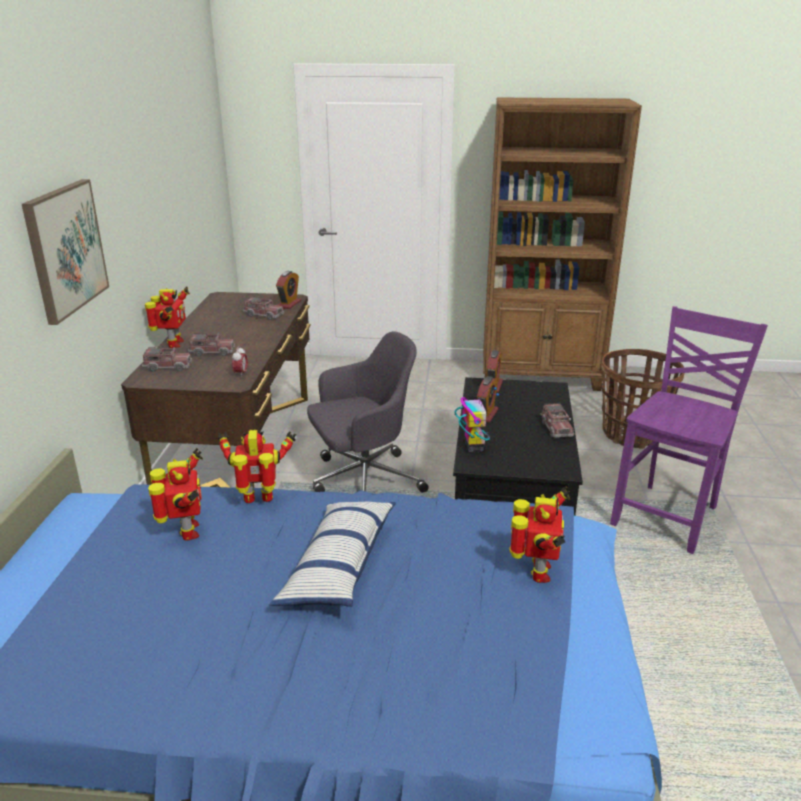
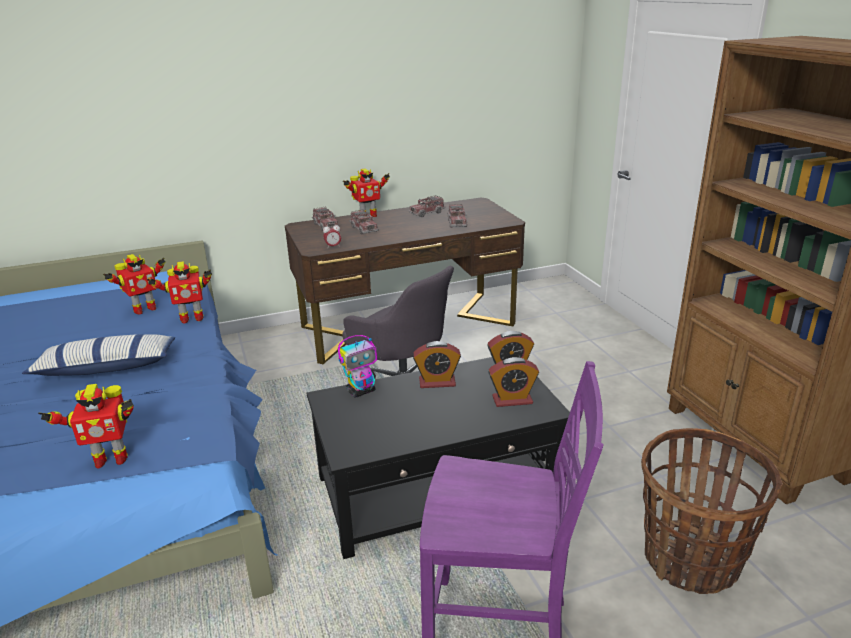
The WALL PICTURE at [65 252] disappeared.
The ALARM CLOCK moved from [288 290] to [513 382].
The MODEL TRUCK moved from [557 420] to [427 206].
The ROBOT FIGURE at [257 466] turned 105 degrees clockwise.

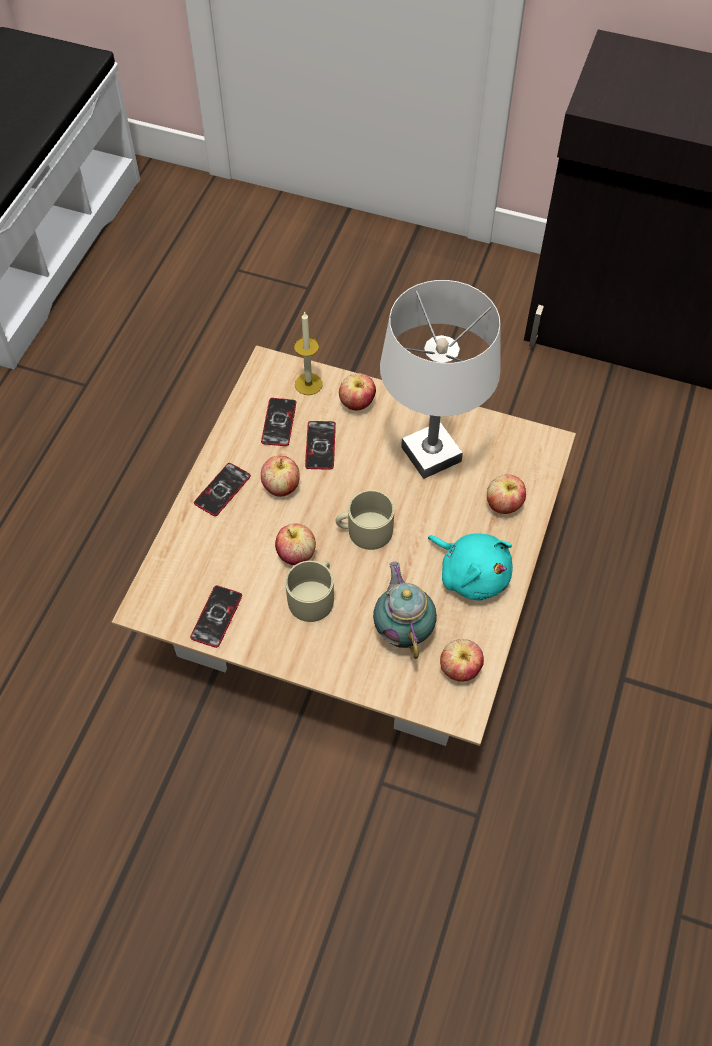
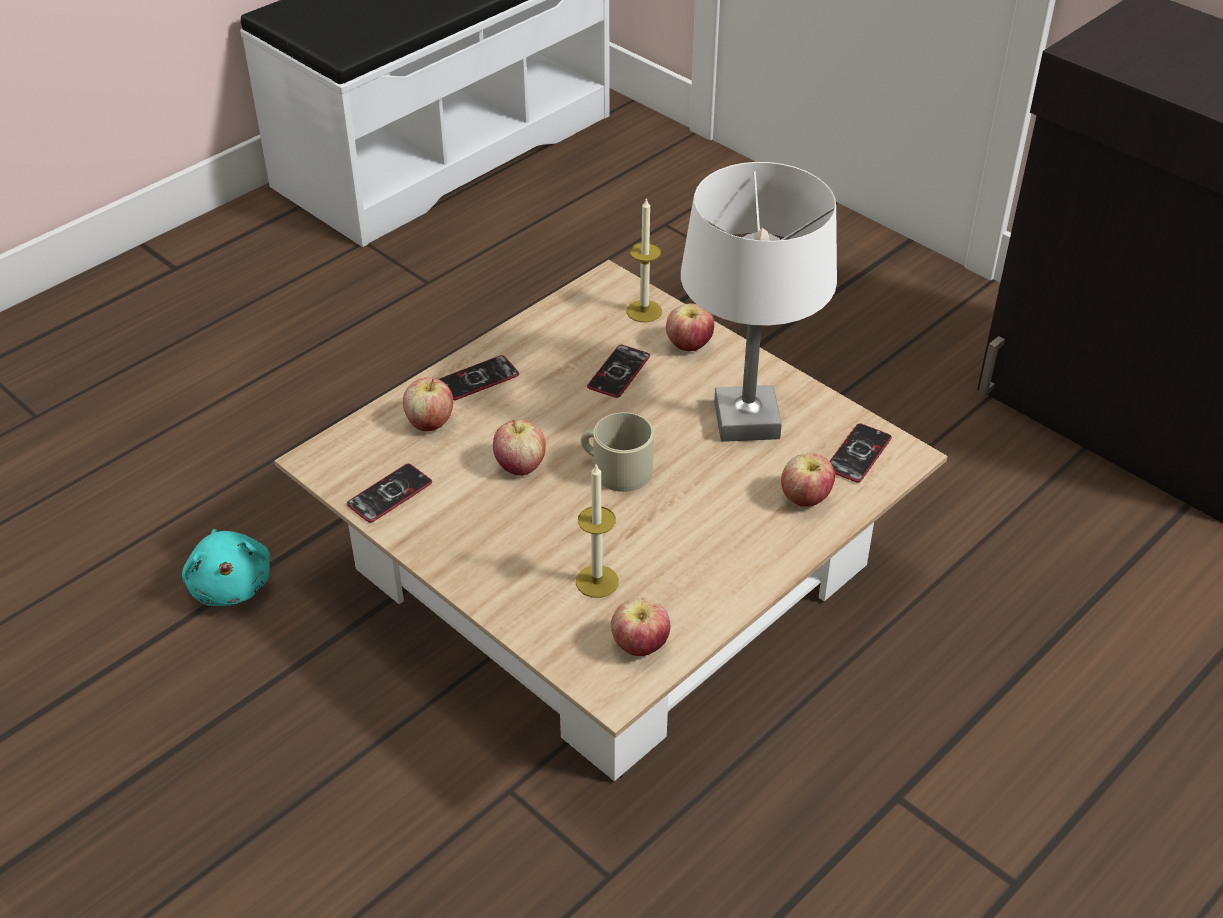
The TELEPHONE moved from [278 422] to [861 453].
The APPLE FRUIT moved from [280 476] to [428 404].
The TURQUOISE PLUSH TOY moved from [470 567] to [226 567].
The BEIGE-COLOURED COFFEE MUG at [309 591] disappeared.
The TEAPOT at [405 610] was replaced by the WAX CANDLE at [597 530].

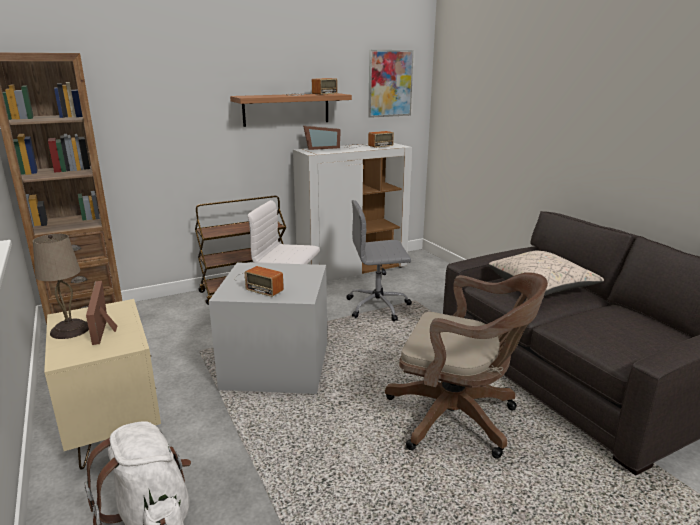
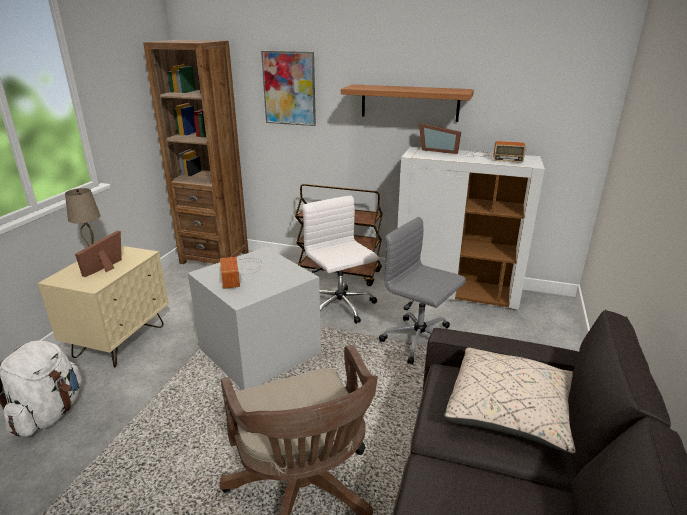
The WALL PICTURE moved from [391 84] to [288 88].
The RADIO RECEIVER at [311 87] disappeared.

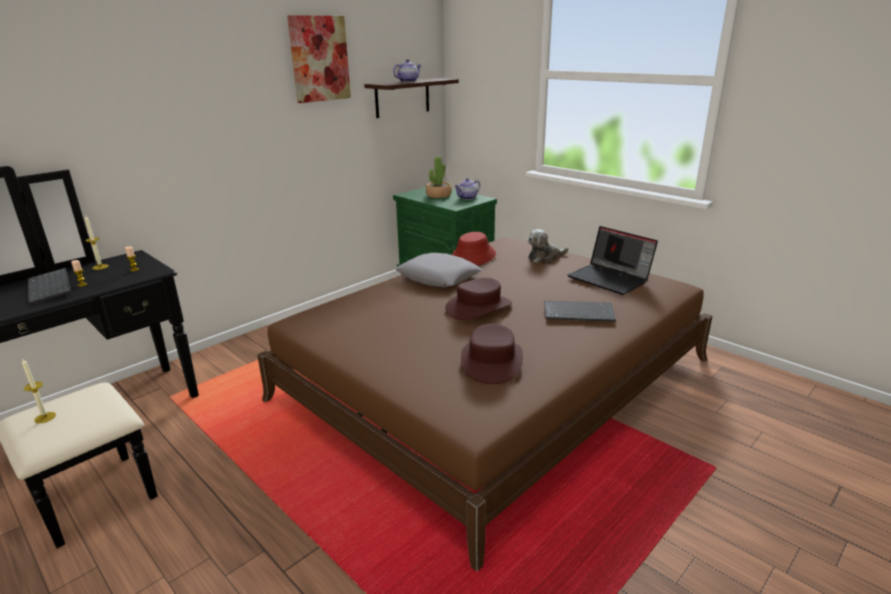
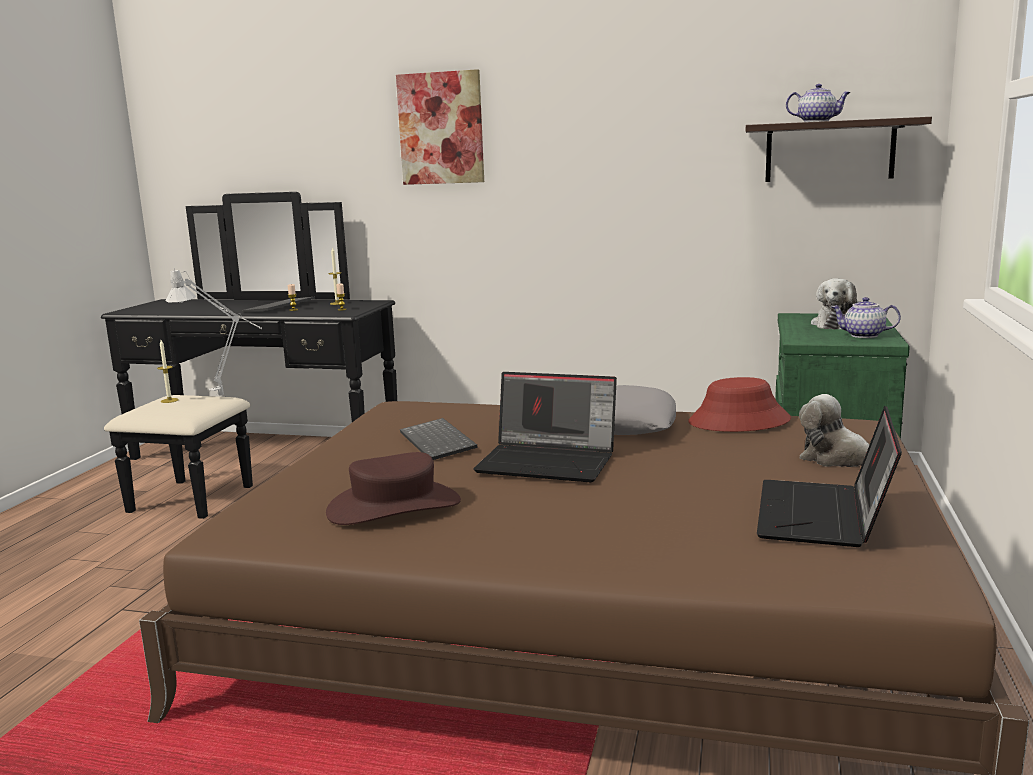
The WALL PICTURE moved from [319 59] to [440 127].
The PLANT IN A POT at [439 177] was replaced by the PLUSH TOY at [835 304].
The BROWN-COLOURED HAT at [478 298] was replaced by the NOTEBOOK COMPUTER at [545 427].
The KEYBOARD moved from [580 311] to [439 439].
The GREY LAMP FOR A TABLE at [213 331] appeared.

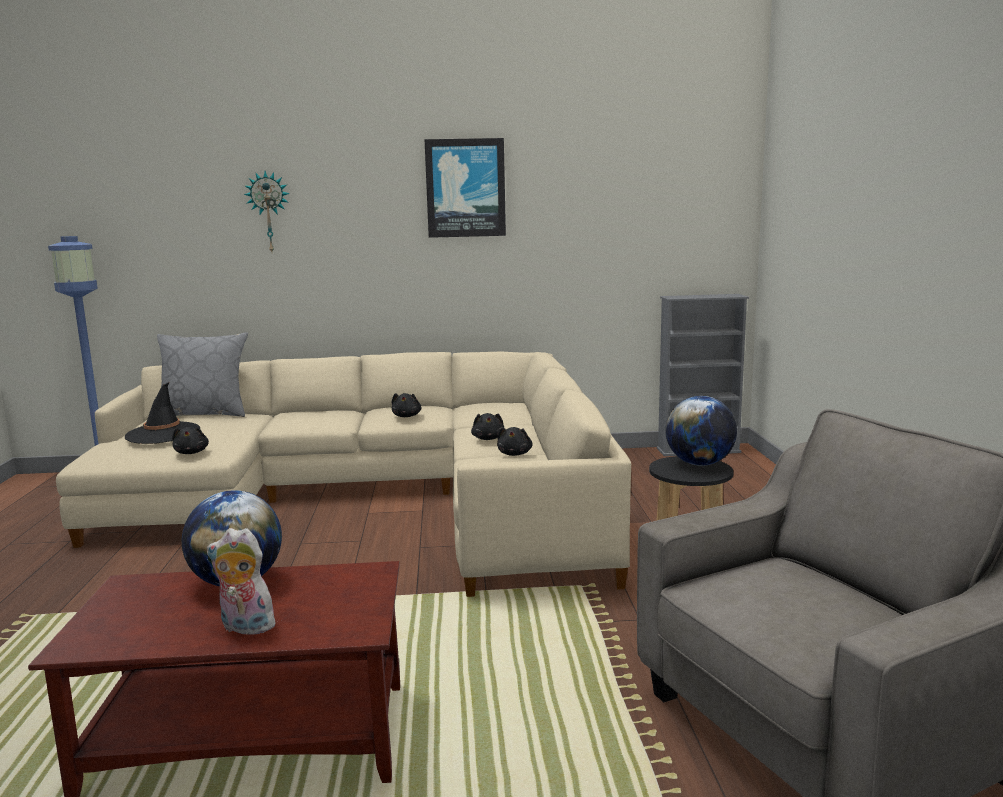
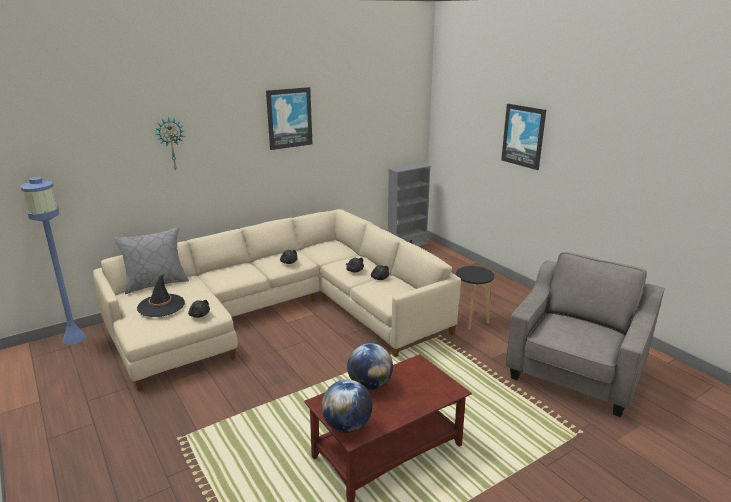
The DESK GLOBE moved from [701 431] to [346 406].
The PLUSH TOY at [244 581] disappeared.
The WALL PICTURE at [523 137] appeared.

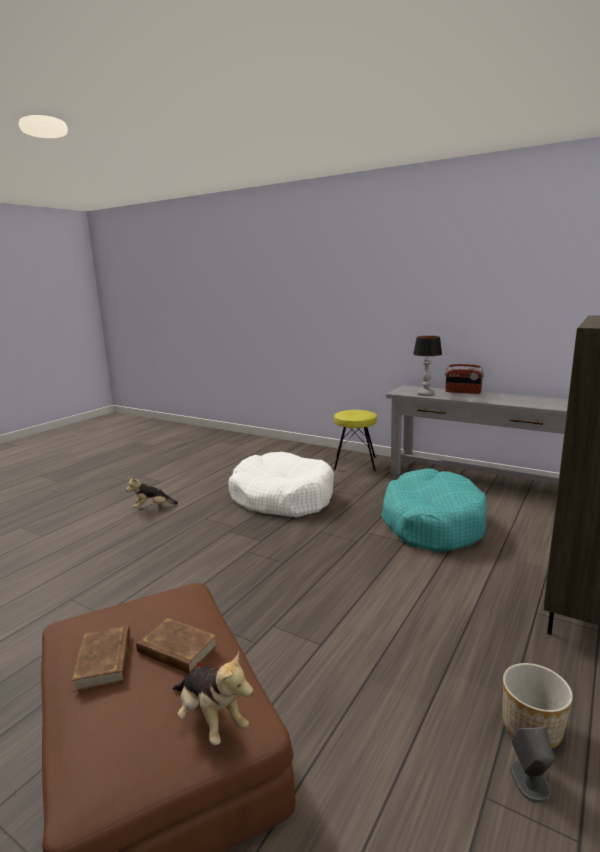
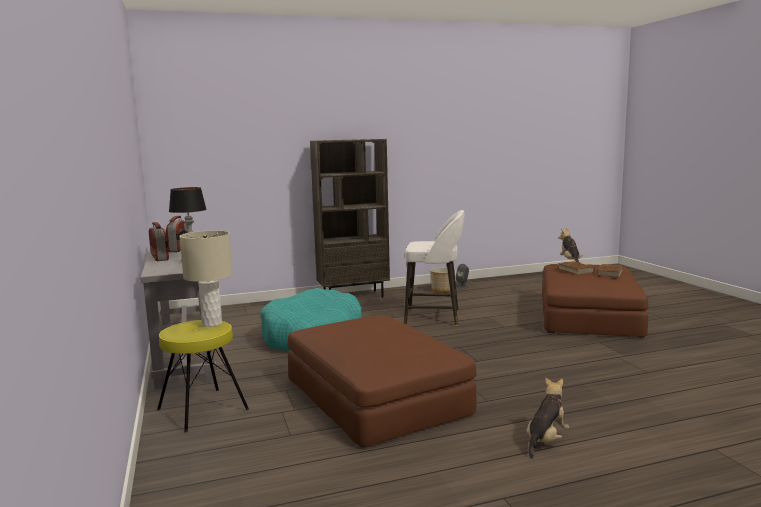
The WHITISH DOG CUSHION at [281 485] was replaced by the BROWN-COLOURED POUFFE at [382 381].
The PLUSH TOY at [152 492] turned 75 degrees counterclockwise.
The WHITISH STOOL SEAT at [434 267] appeared.
The RADIO RECEIVER at [176 234] appeared.
The BEIGE-COLOURED LAMP FOR A TABLE at [206 279] appeared.

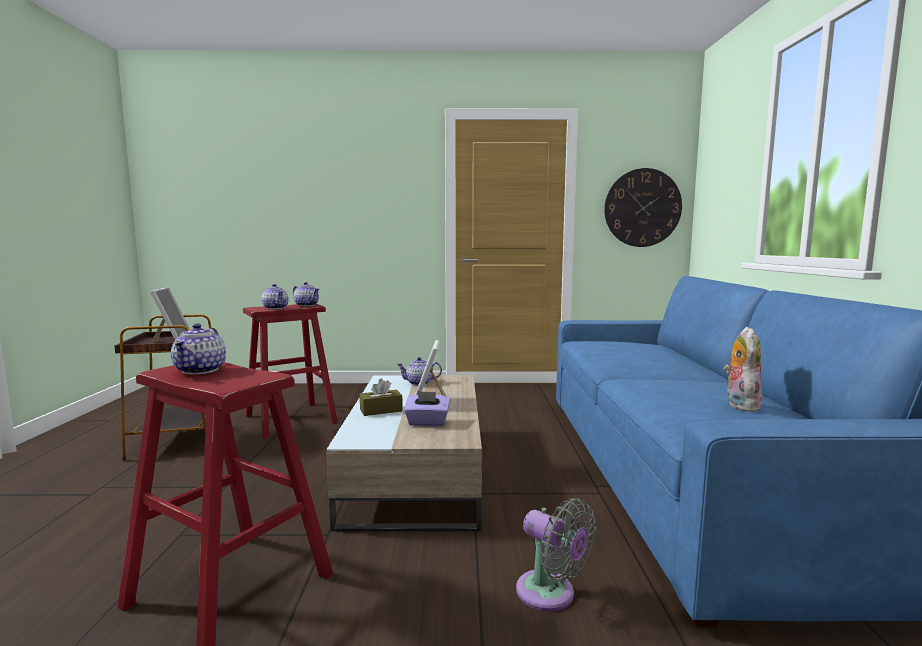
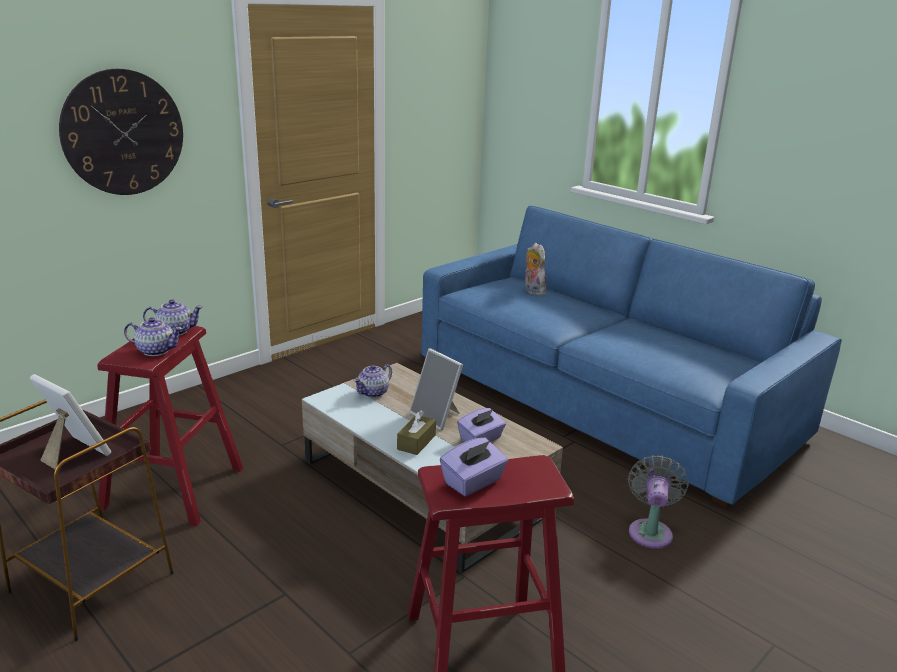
The WALL CLOCK moved from [643 207] to [121 132].
The TEAPOT at [198 348] was replaced by the PURPLISH BOX OF TISSUES at [474 467].
The PLUSH TOY moved from [742 369] to [535 269].
The GREY FAN at [556 555] turned 75 degrees counterclockwise.

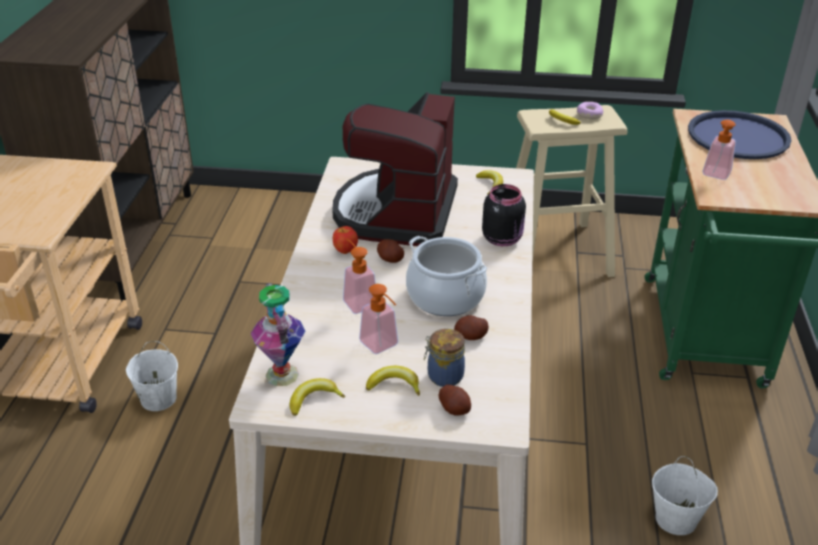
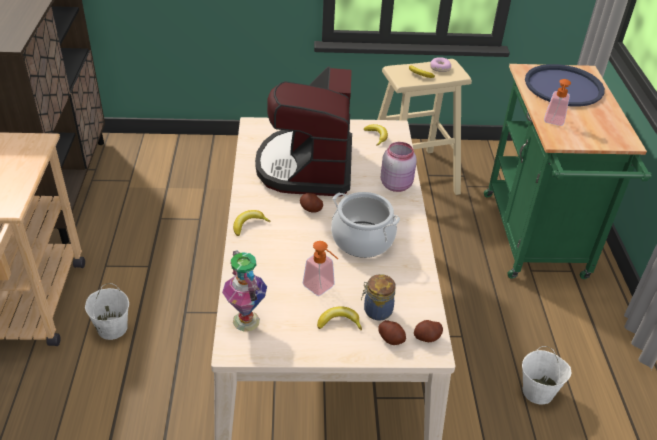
The BLACK JAR at [504 215] became the PINK-COLOURED JAR at [399 167].
The APPLE FRUIT at [345 240] disappeared.
The LIQUID SOAP BOTTLE at [359 276] disappeared.
The WHOLE POTATO moved from [471 327] to [428 331].
The BANANA moved from [317 397] to [251 223].

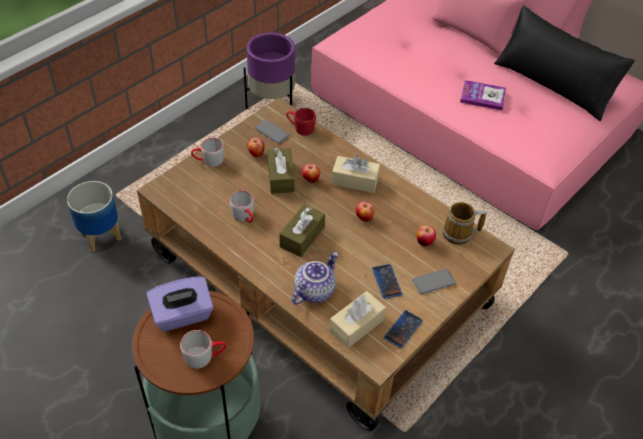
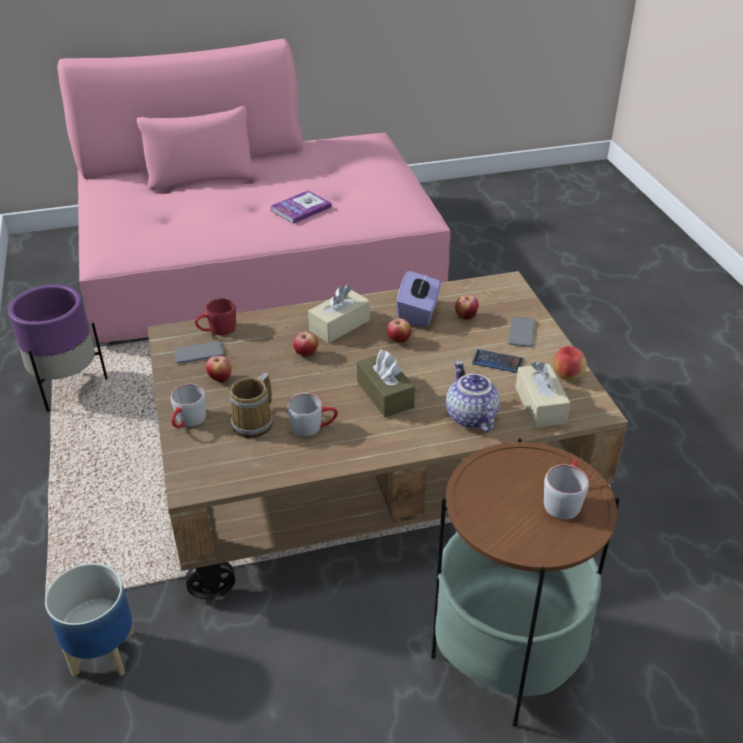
The BLACK THROW PILLOW at [564 63] disappeared.
The BROWN-COLOURED BOX OF TISSUES at [281 171] disappeared.
The COFFEE MUG moved from [464 223] to [251 405].
The PURPLISH BOX OF TISSUES moved from [180 303] to [418 299].
The TELEPHONE at [403 329] was replaced by the APPLE FRUIT at [570 363].

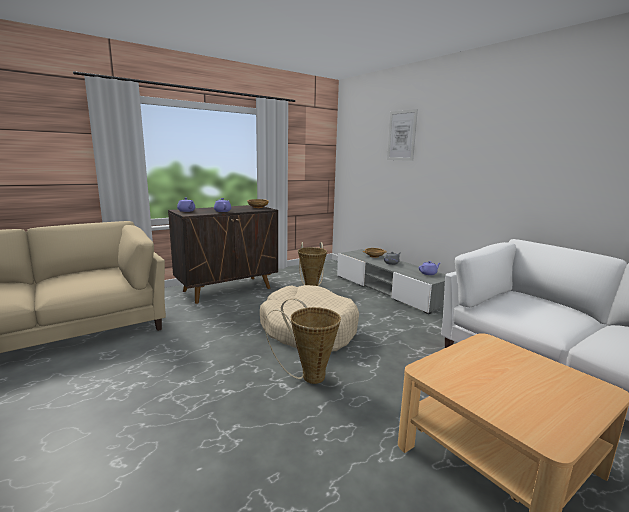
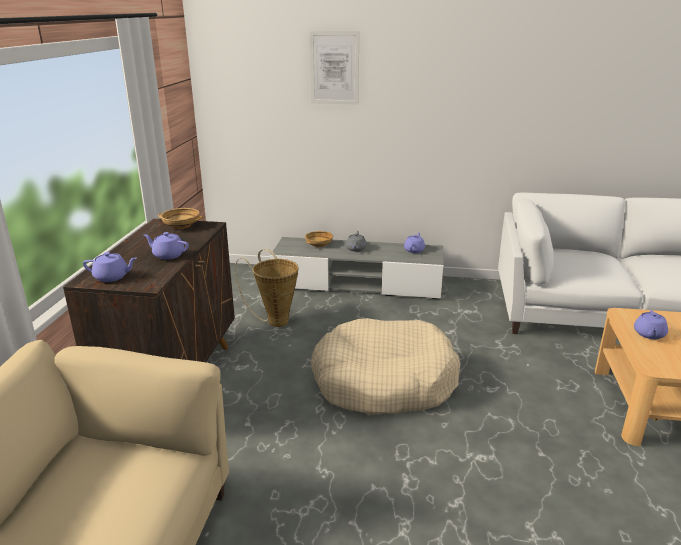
The BASKET at [303 341] disappeared.
The PURPLISH TEAPOT at [651 324] appeared.

